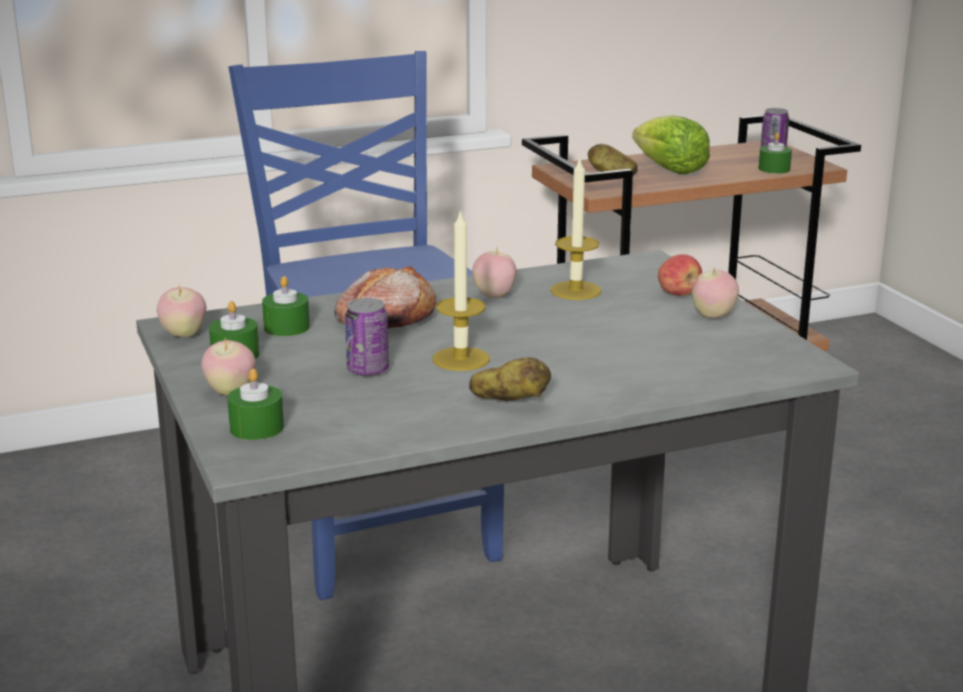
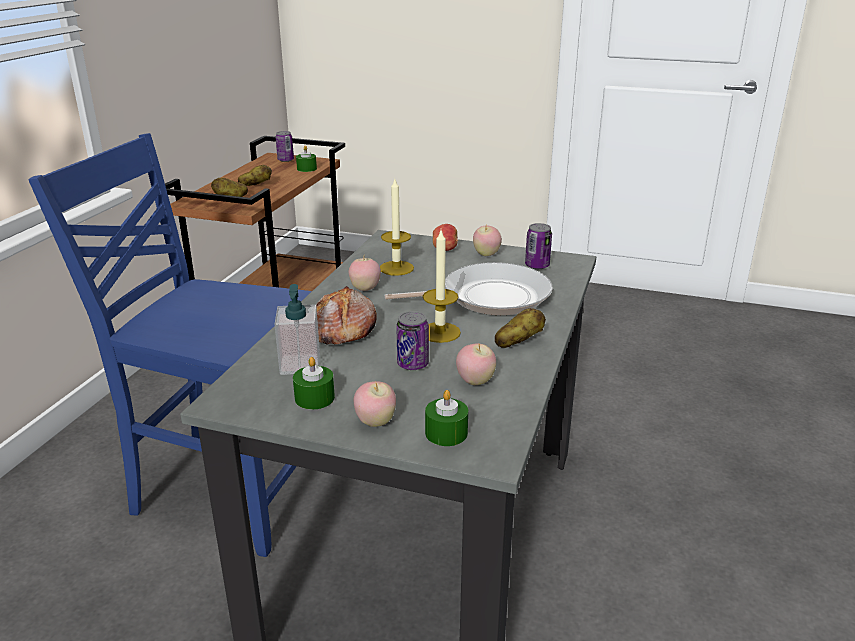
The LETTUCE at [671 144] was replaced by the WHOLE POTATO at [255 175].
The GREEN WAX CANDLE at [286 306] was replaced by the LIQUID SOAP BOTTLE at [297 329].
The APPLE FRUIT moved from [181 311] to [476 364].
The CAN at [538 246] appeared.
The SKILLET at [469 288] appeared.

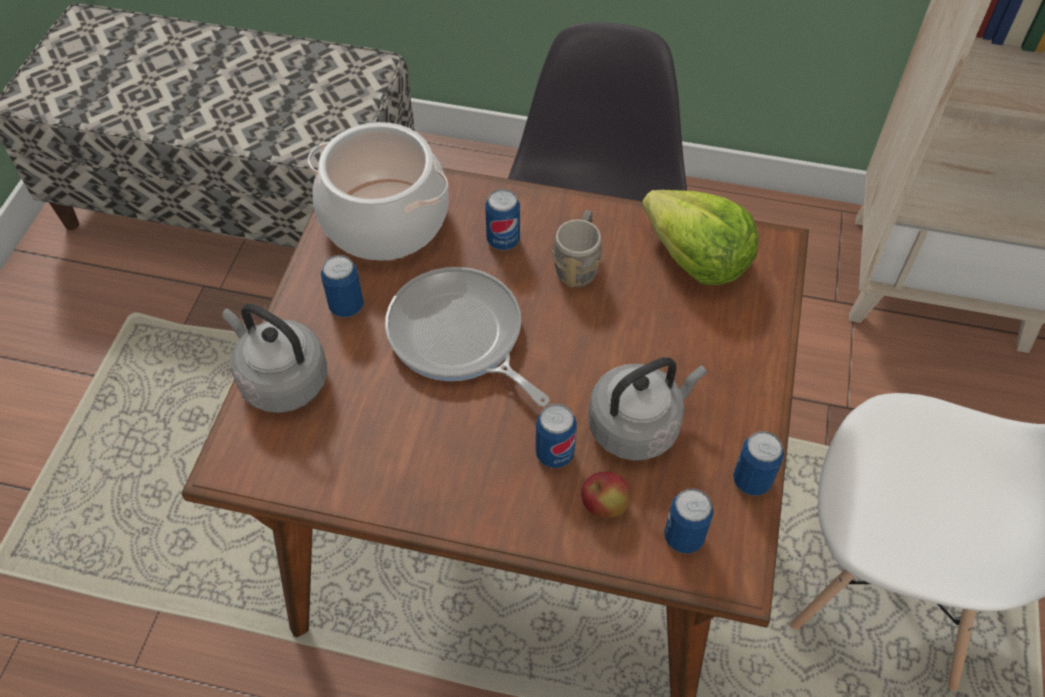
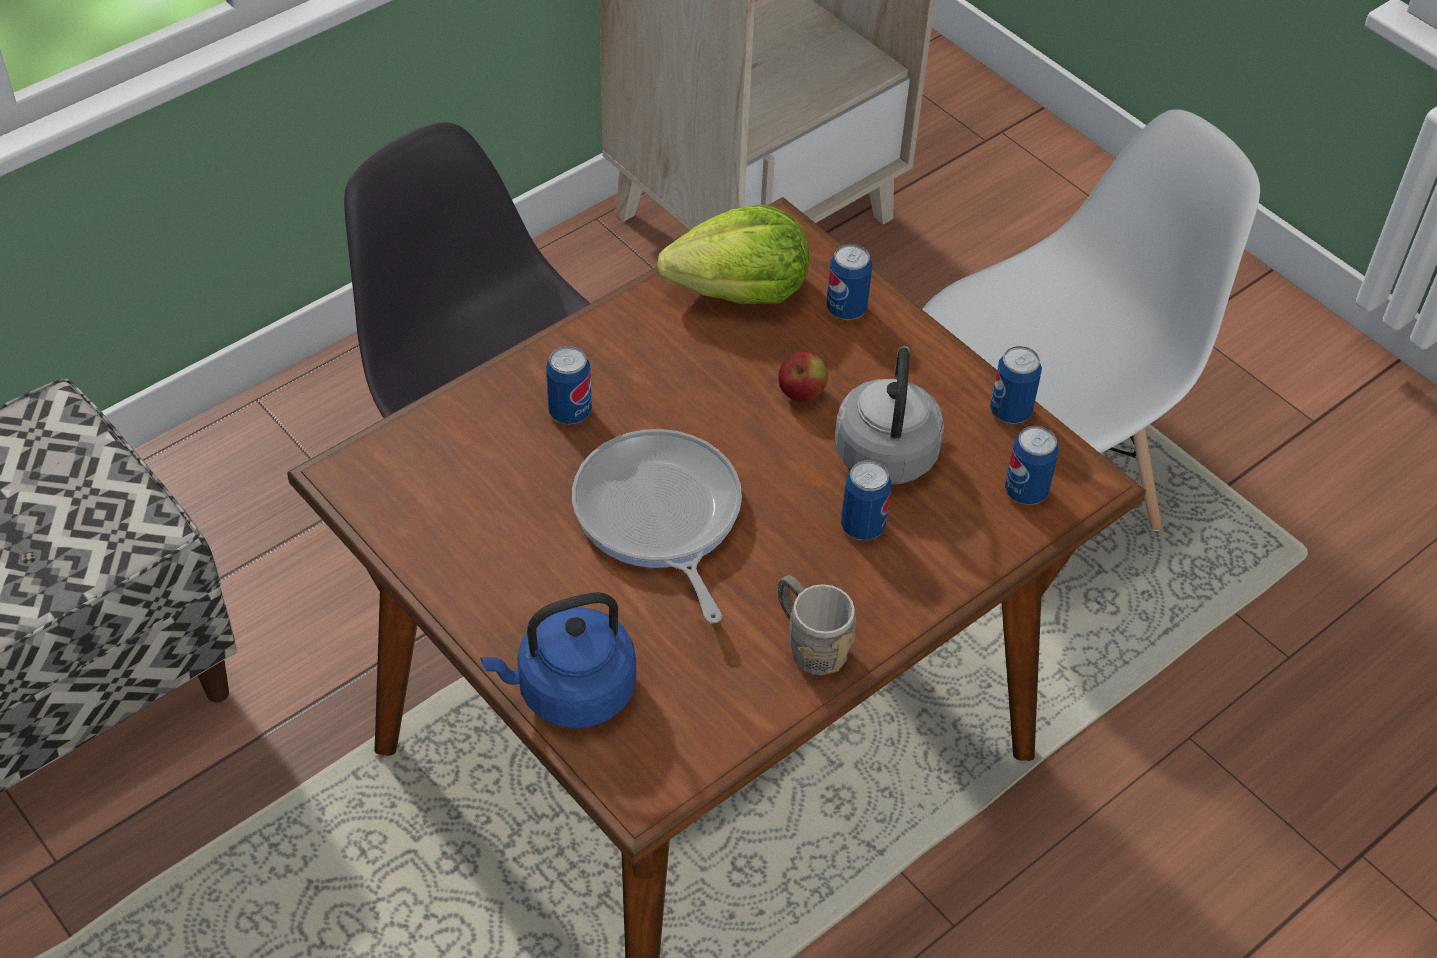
The SAUCEPOT at [378 191] disappeared.
The GREY COFFEE MUG moved from [577 248] to [817 625].
The CAN moved from [342 286] to [849 282].
The SKILLET at [467 337] turned 75 degrees clockwise.
The GREY KETTLE at [275 358] became the BLUE KETTLE at [558 660].
The APPLE FRUIT moved from [606 495] to [803 377].

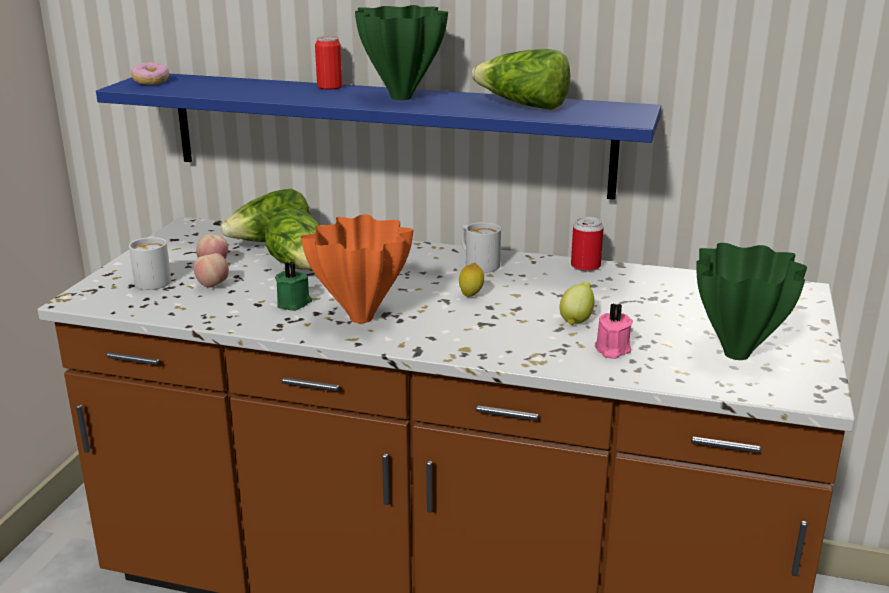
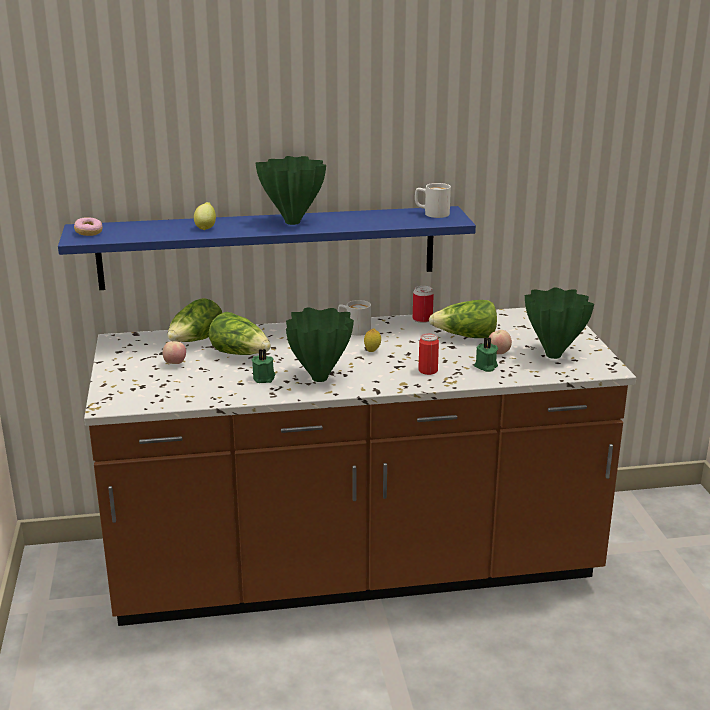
The CAN moved from [329 63] to [428 354].
The LETTUCE moved from [521 79] to [463 319].
The ORANGE VASE at [357 268] became the GREEN VASE at [320 345].
The WHITISH COFFEE MUG moved from [150 263] to [433 200].
The APPLE FRUIT moved from [211 270] to [500 342].
The LEMON moved from [577 303] to [205 216].
The PINK-COLOURED WAX CANDLE at [613 331] became the GREEN WAX CANDLE at [486 354].

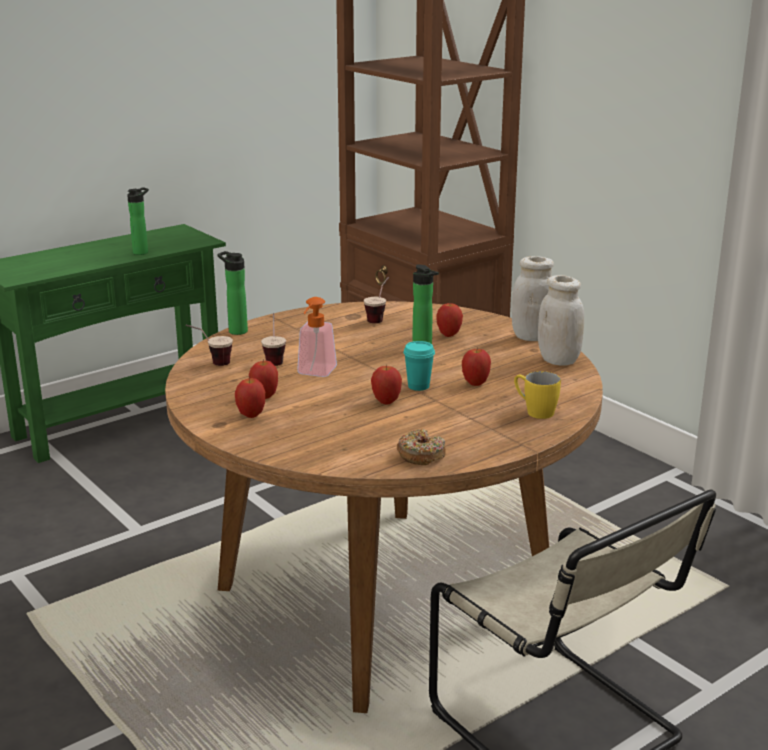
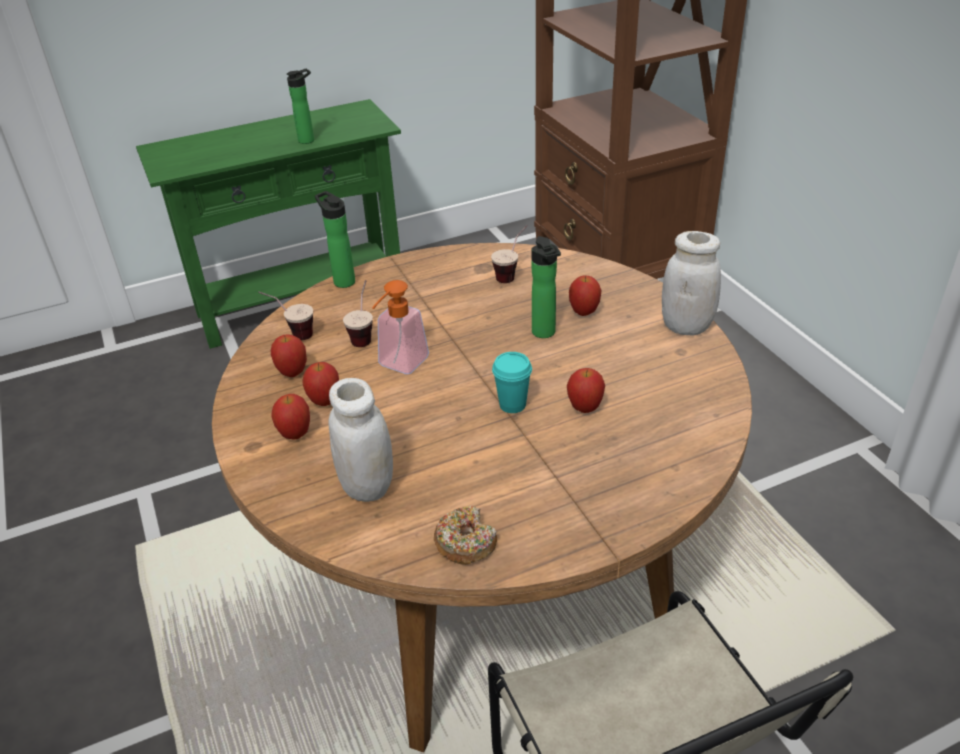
The WHITISH JAR moved from [561 320] to [360 440].
The APPLE FRUIT moved from [386 384] to [289 356].
The YELLOW-COLOURED COFFEE MUG at [537 395] disappeared.

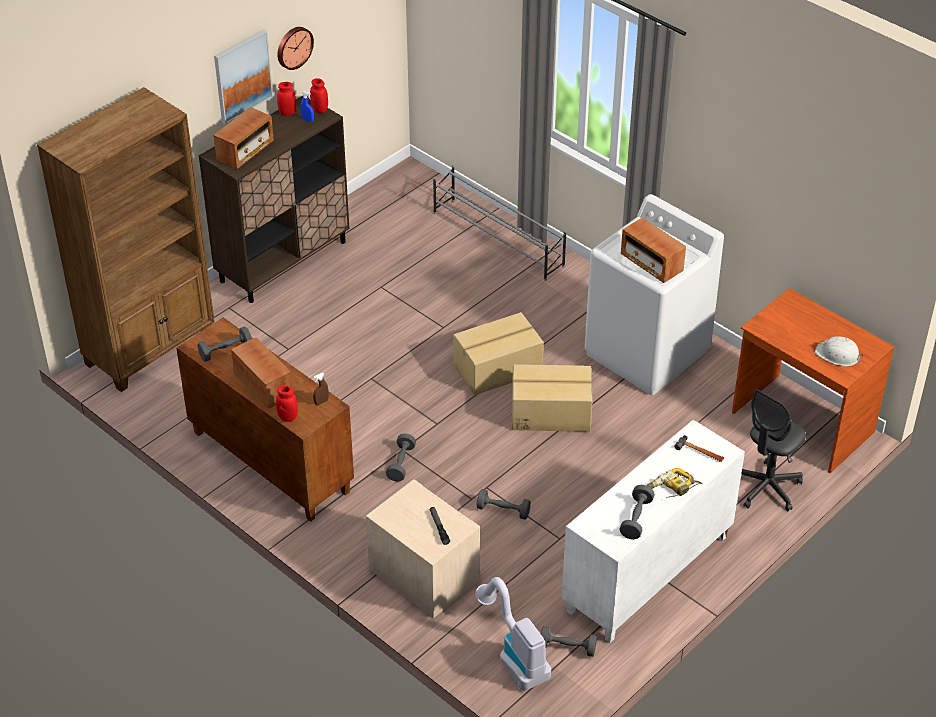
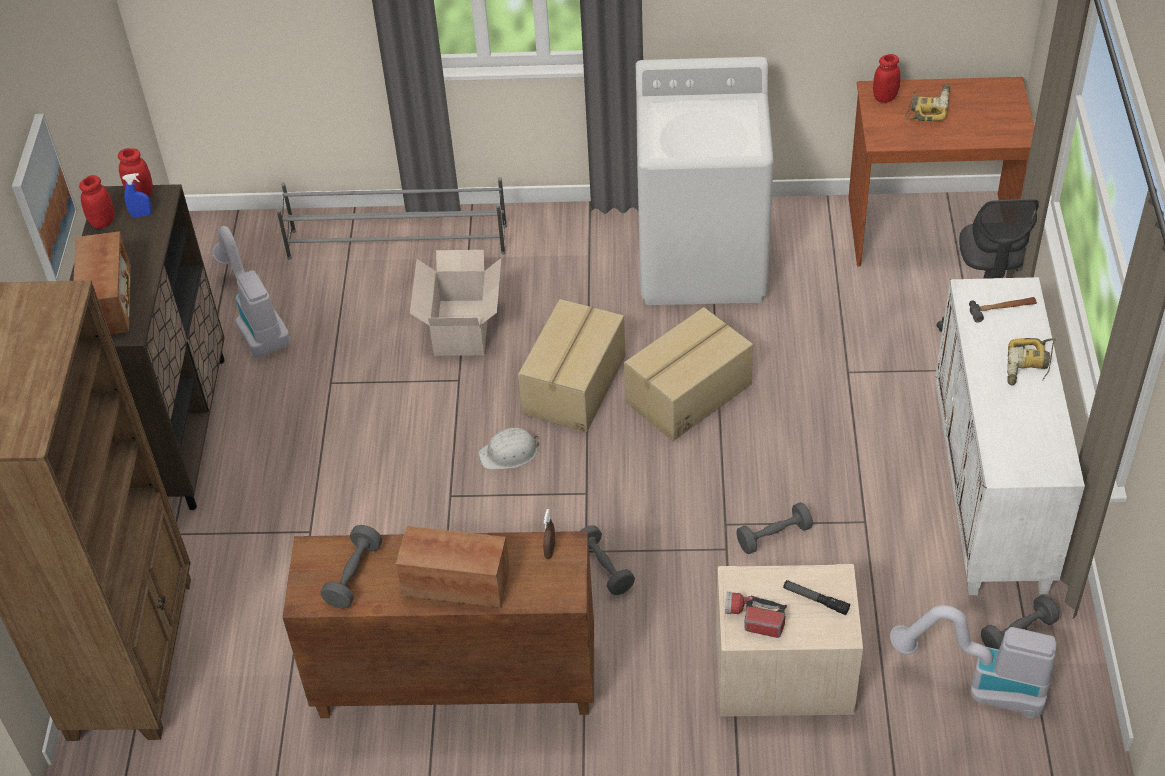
The WALL CLOCK at [295 48] disappeared.
The RADIO RECEIVER at [653 250] disappeared.
The WHITISH SAFETY HELMET moved from [839 351] to [508 449].
The REDDISH JAR moved from [287 403] to [886 78].
The GREY DUMBBELL at [637 512] disappeared.
The POWER DRILL at [927 102] appeared.
The VACUUM at [251 292] appeared.
The CARDBOARD BOX at [455 303] appeared.
The HAND TORCH at [756 615] appeared.

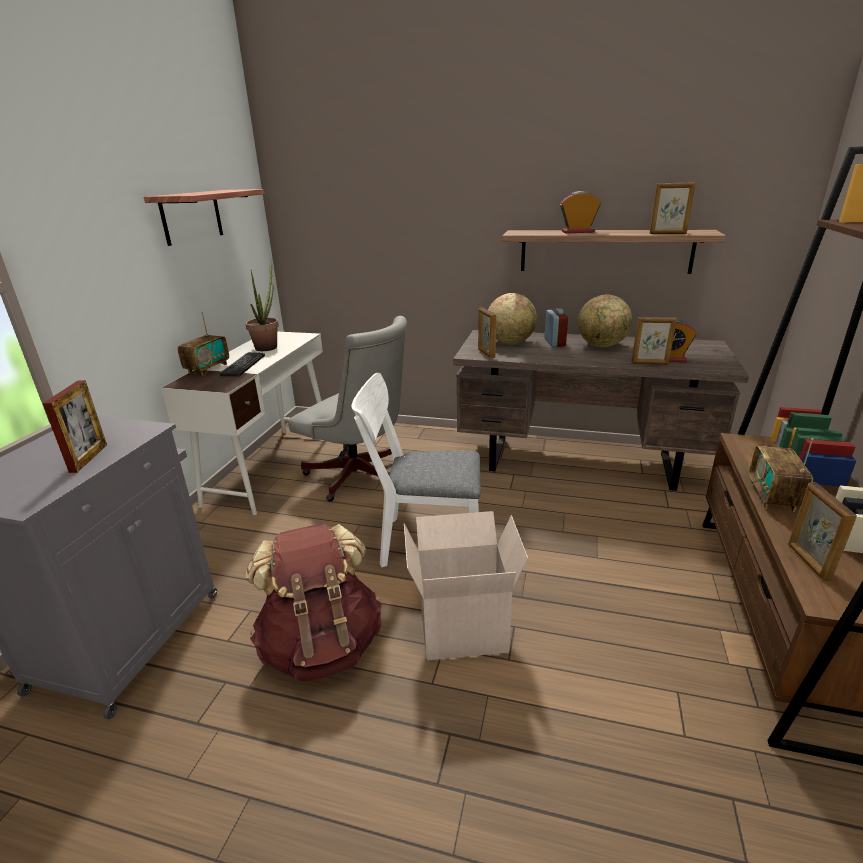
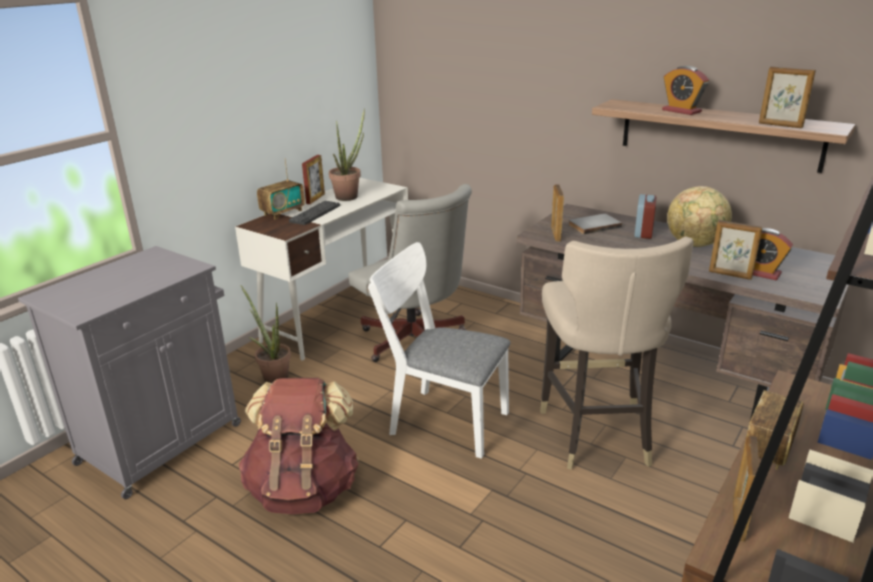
The WALL SHELF at [204 217] disappeared.
The ALARM CLOCK at [580 212] turned 150 degrees counterclockwise.
The DESK GLOBE at [512 318] was replaced by the GREY VOLUME at [595 224].
The PHOTO FRAME moved from [75 426] to [313 179].
The CARDBOARD BOX at [466 585] disappeared.
The BEIGE-COLOURED STOOL SEAT at [617 353] appeared.
The PLANT IN A POT at [266 334] appeared.

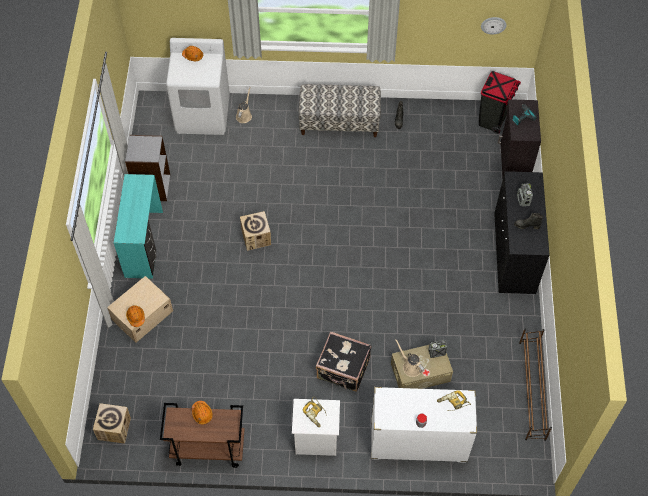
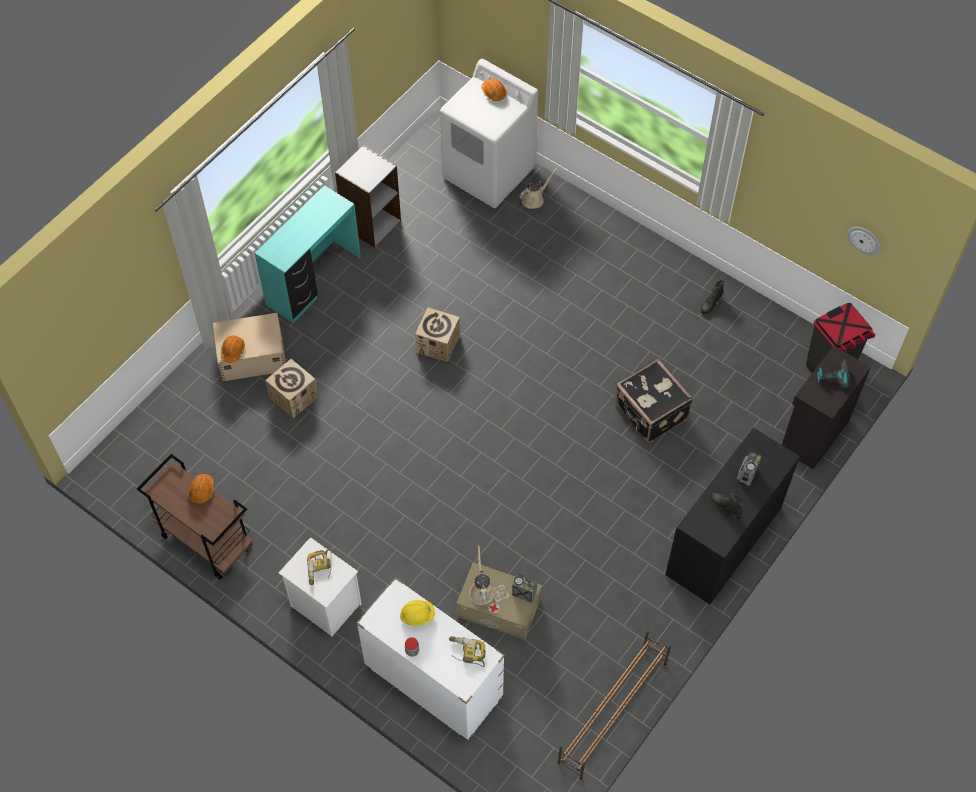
The LONG SEAT at [340 110] disappeared.
The BLACK SUITCASE moved from [344 361] to [654 401].
The CARDBOARD BOX moved from [112 423] to [291 388].
The YELLOW-COLOURED SAFETY HELMET at [417 613] appeared.

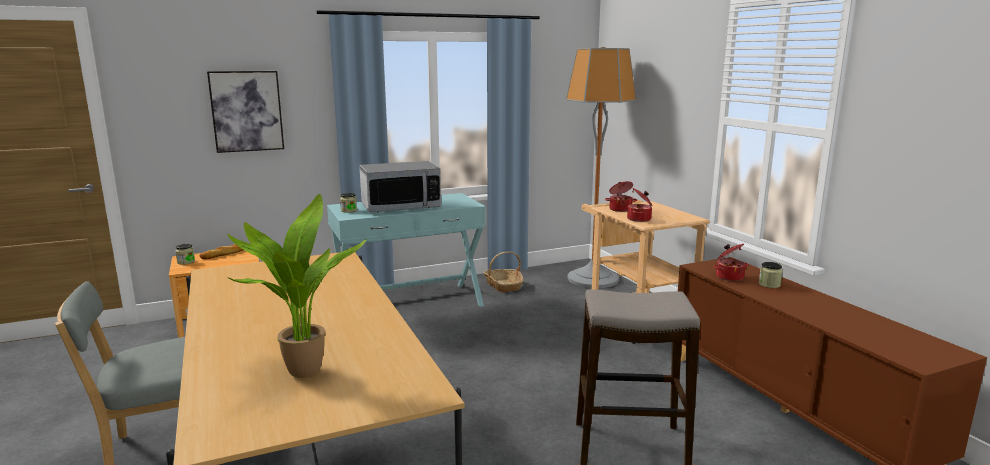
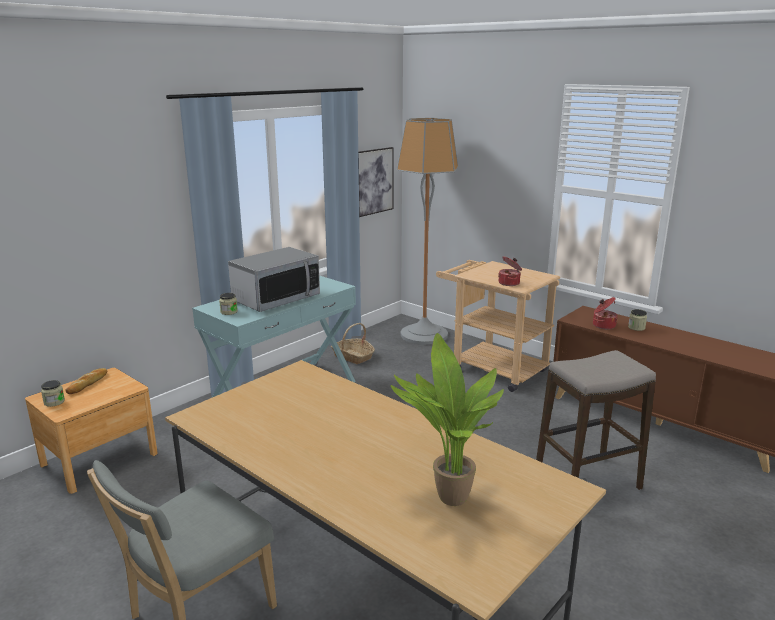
The WALL PICTURE moved from [245 112] to [376 182].
The SAUCEPOT at [621 196] disappeared.

